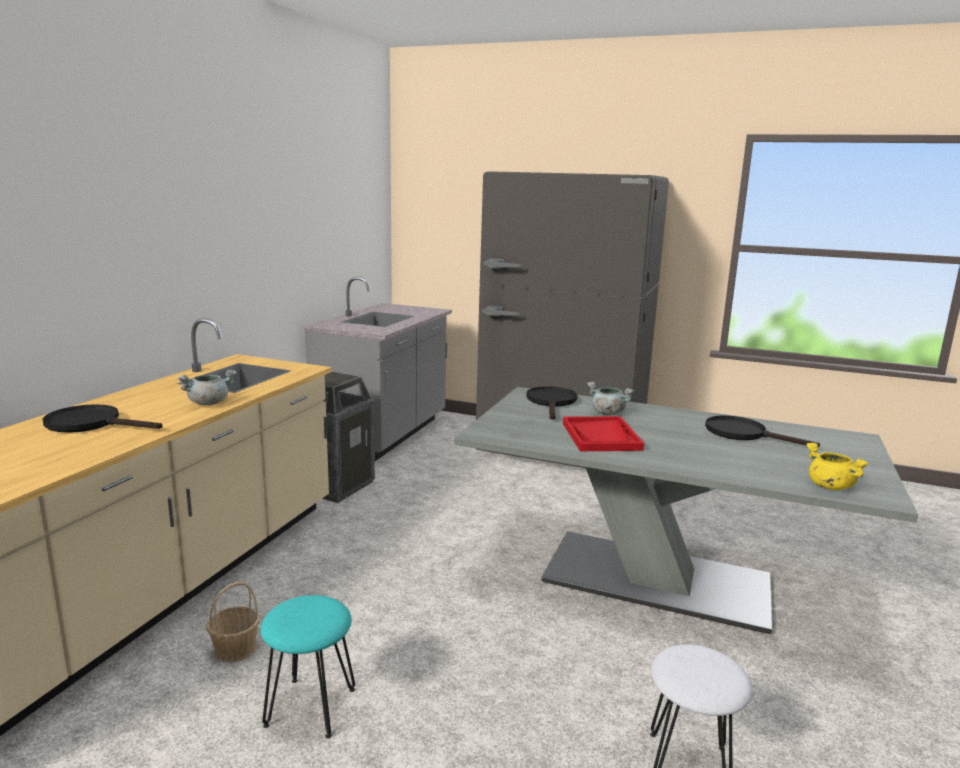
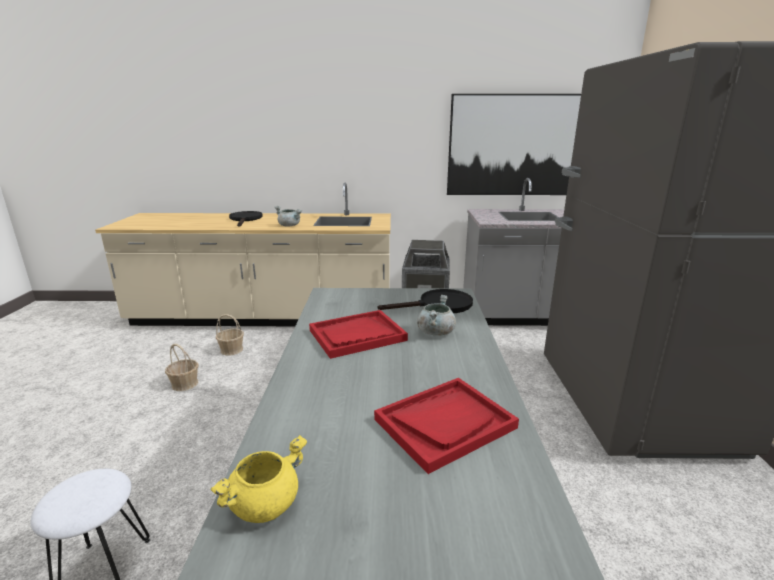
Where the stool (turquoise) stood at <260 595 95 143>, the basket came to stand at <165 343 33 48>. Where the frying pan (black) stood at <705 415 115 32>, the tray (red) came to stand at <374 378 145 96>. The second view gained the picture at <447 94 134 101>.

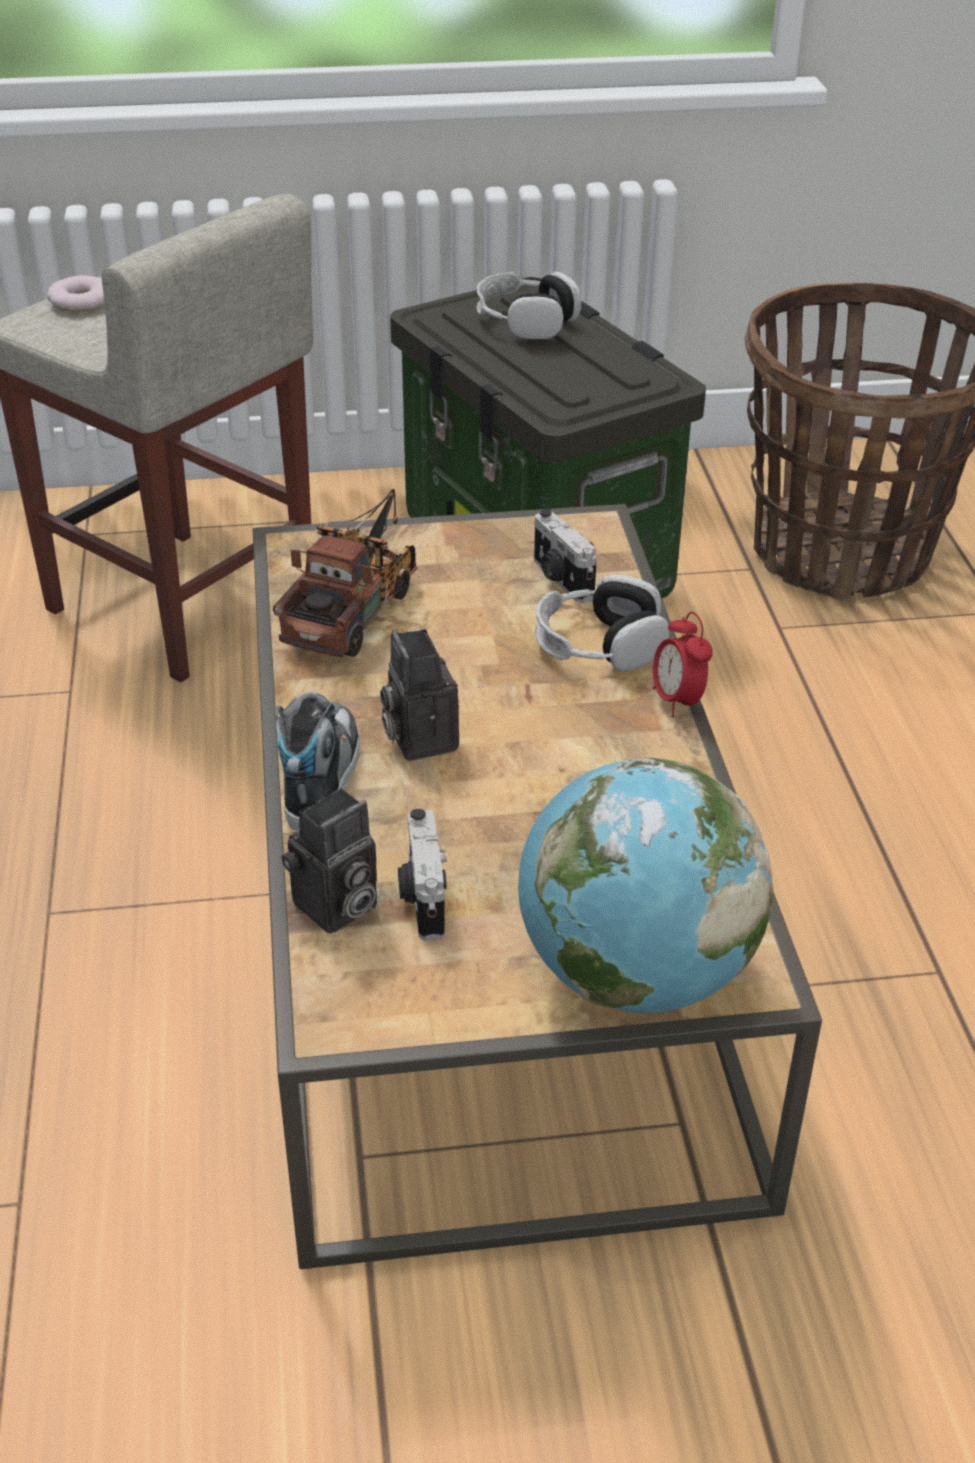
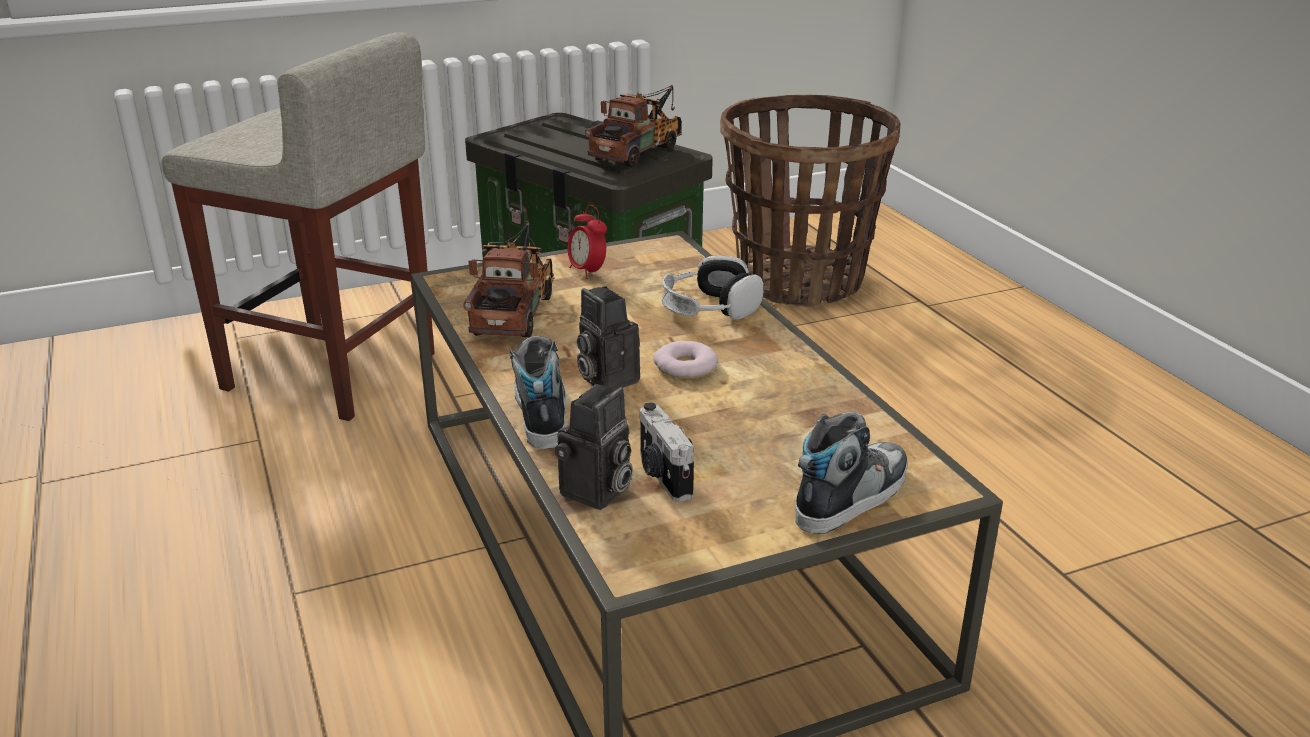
The alarm clock ended up elsewhere, having gone from <653 612 60 105> to <567 205 40 74>. The second view gained the toy truck at <585 85 97 82>. The donut ended up elsewhere, having gone from <47 275 57 37> to <653 341 65 38>. Where the globe stood at <518 758 256 255>, the shoe came to stand at <795 412 113 122>. The second view lost the headphones at <476 272 105 67>. The second view lost the photo camera at <534 509 63 94>.

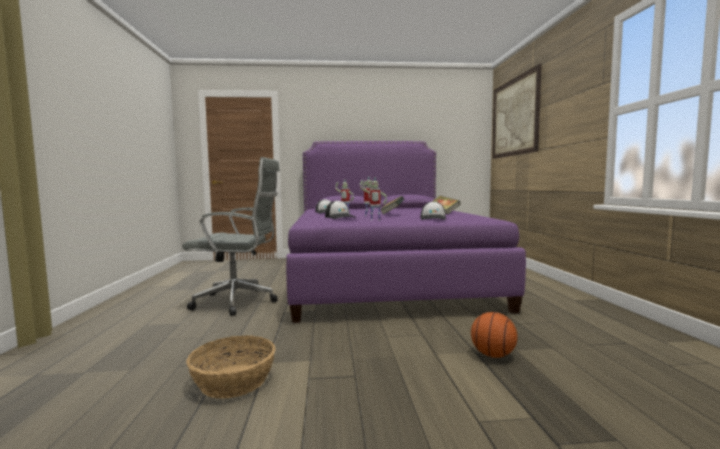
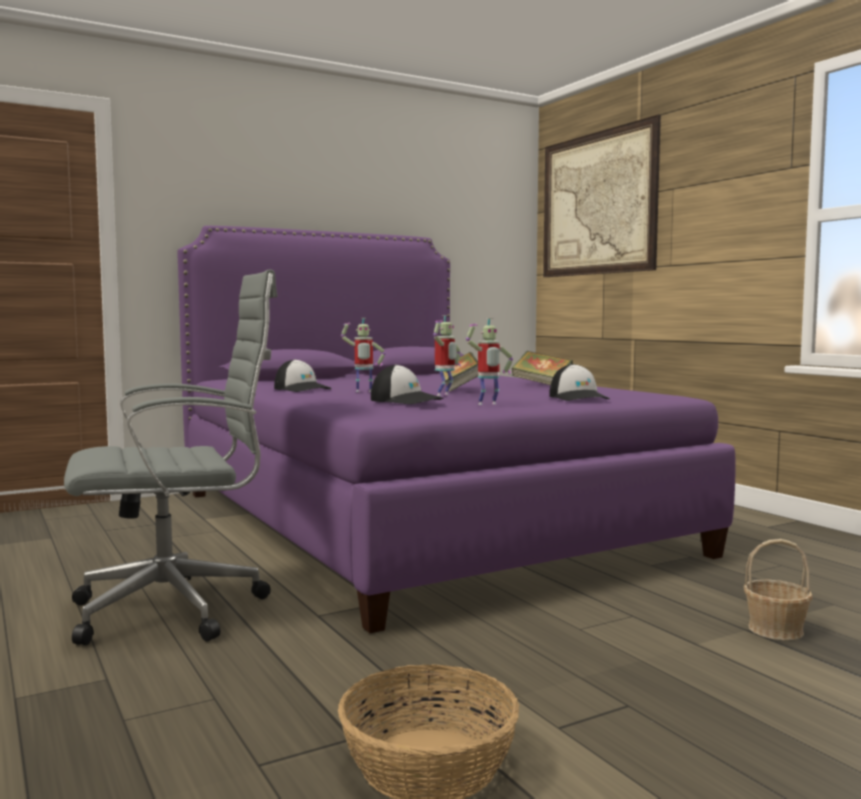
Where the basketball stood at <471 312 47 46>, the basket came to stand at <744 539 69 101>.

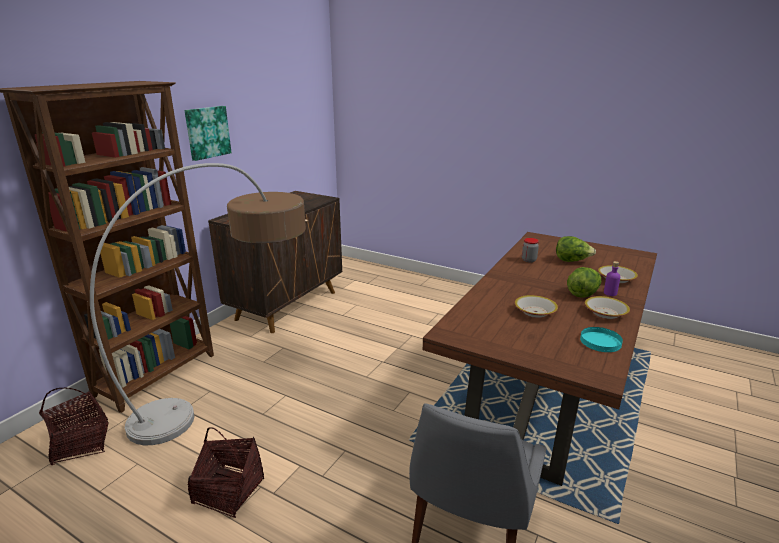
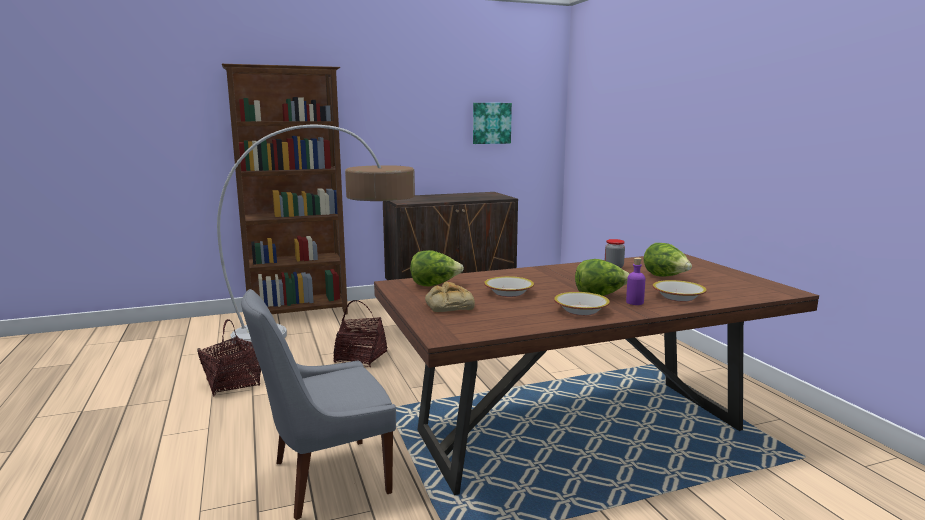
The basket ended up elsewhere, having gone from <39 388 69 77> to <333 300 54 67>. The second view gained the lettuce at <410 250 54 36>. The second view gained the bread at <425 282 50 30>. The picture ended up elsewhere, having gone from <184 106 48 55> to <473 103 39 41>. The second view lost the plate (turquoise) at <580 327 43 25>.

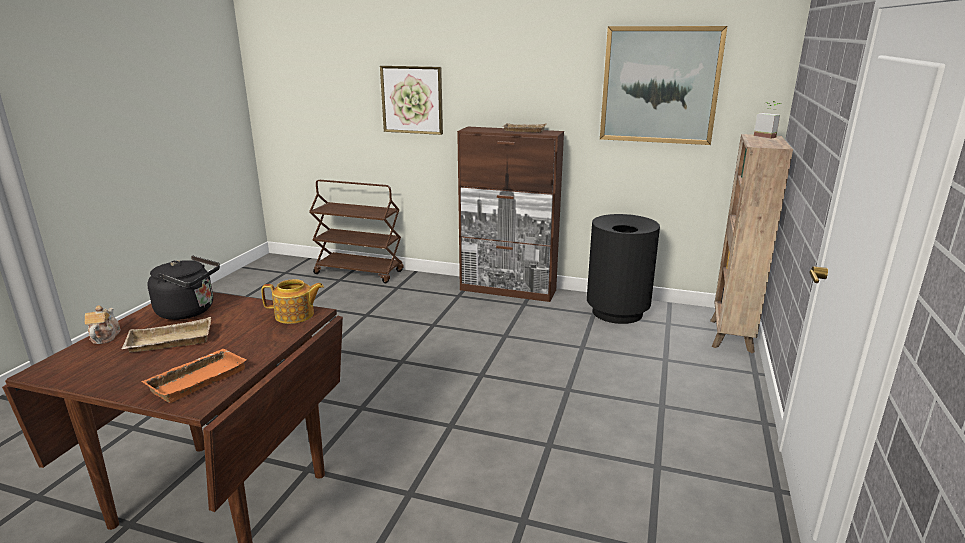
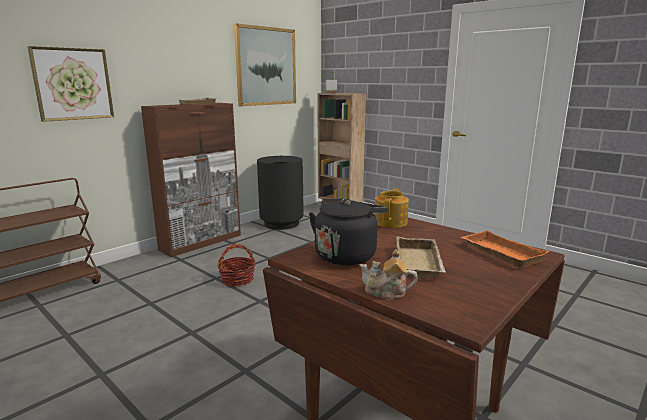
The second view gained the basket at <217 244 38 43>.

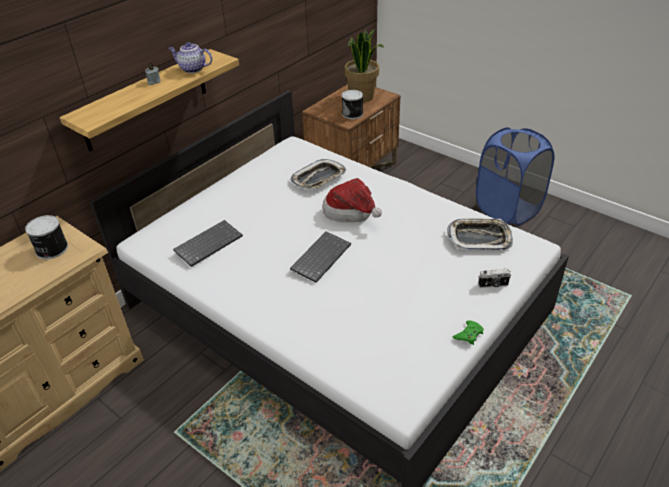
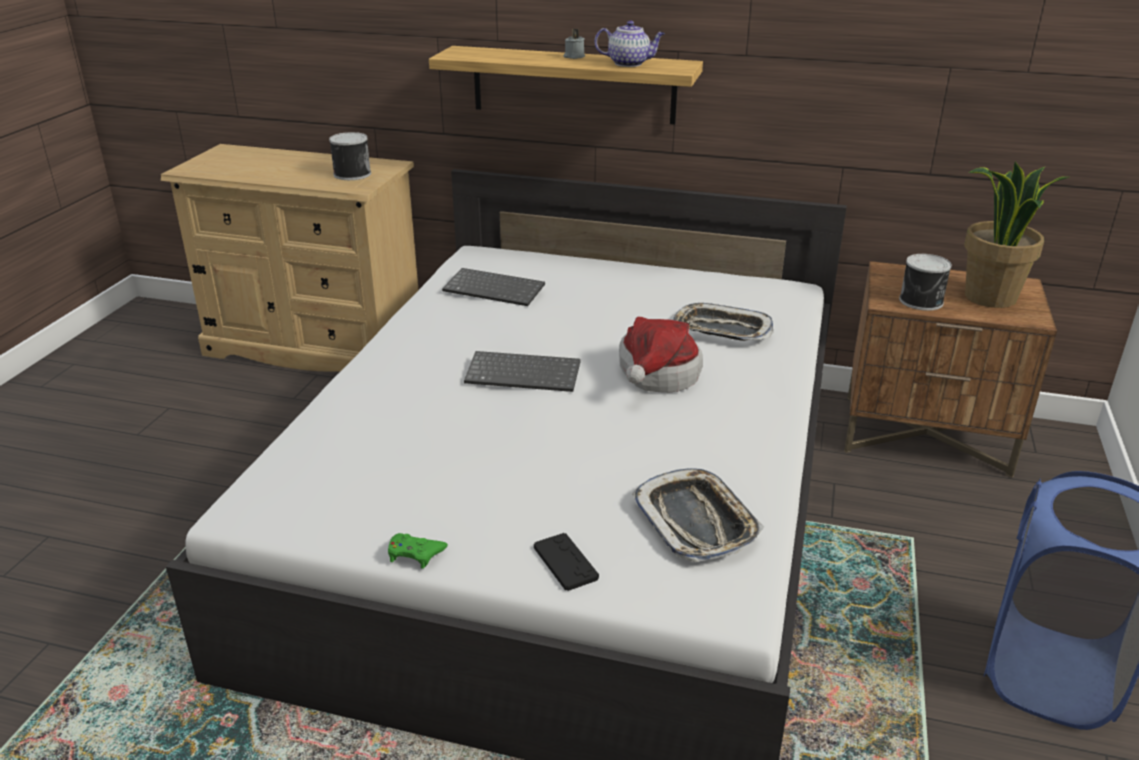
Where the photo camera stood at <478 268 33 20>, the game controller (black) came to stand at <534 533 65 58>. The teapot at <168 42 44 31> ended up facing another way, 105 degrees clockwise from before.

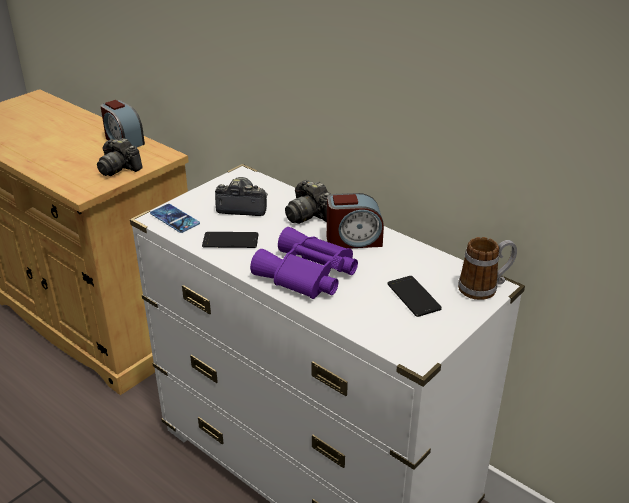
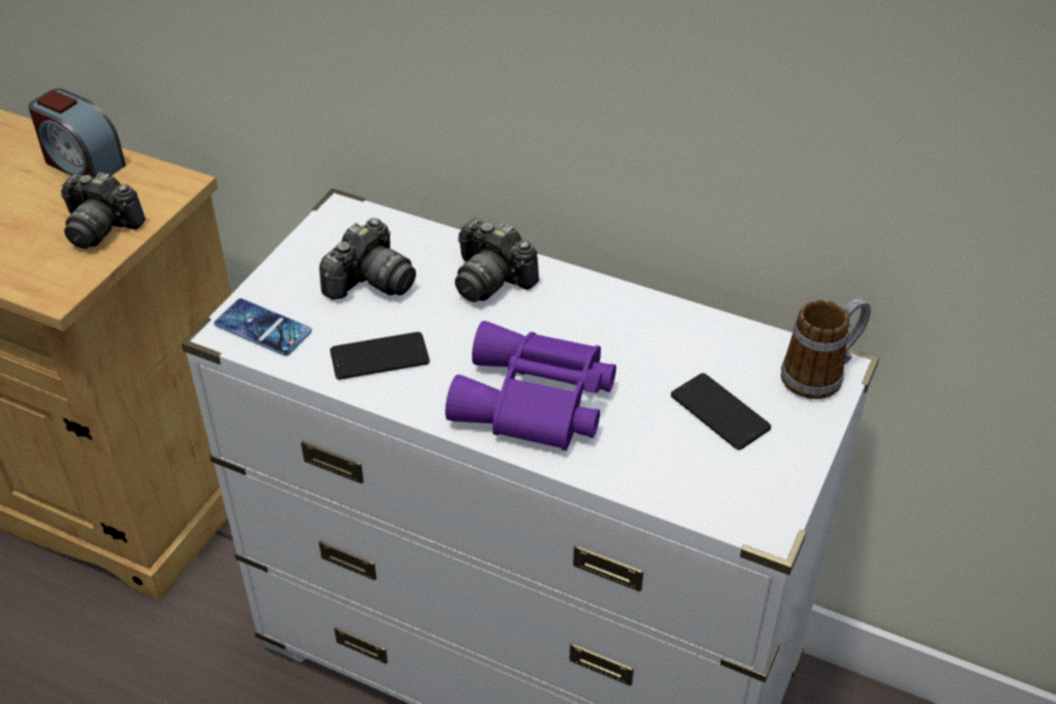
The photo camera at <215 177 53 39> ended up facing another way, 135 degrees clockwise from before. The second view lost the alarm clock at <327 193 57 55>.

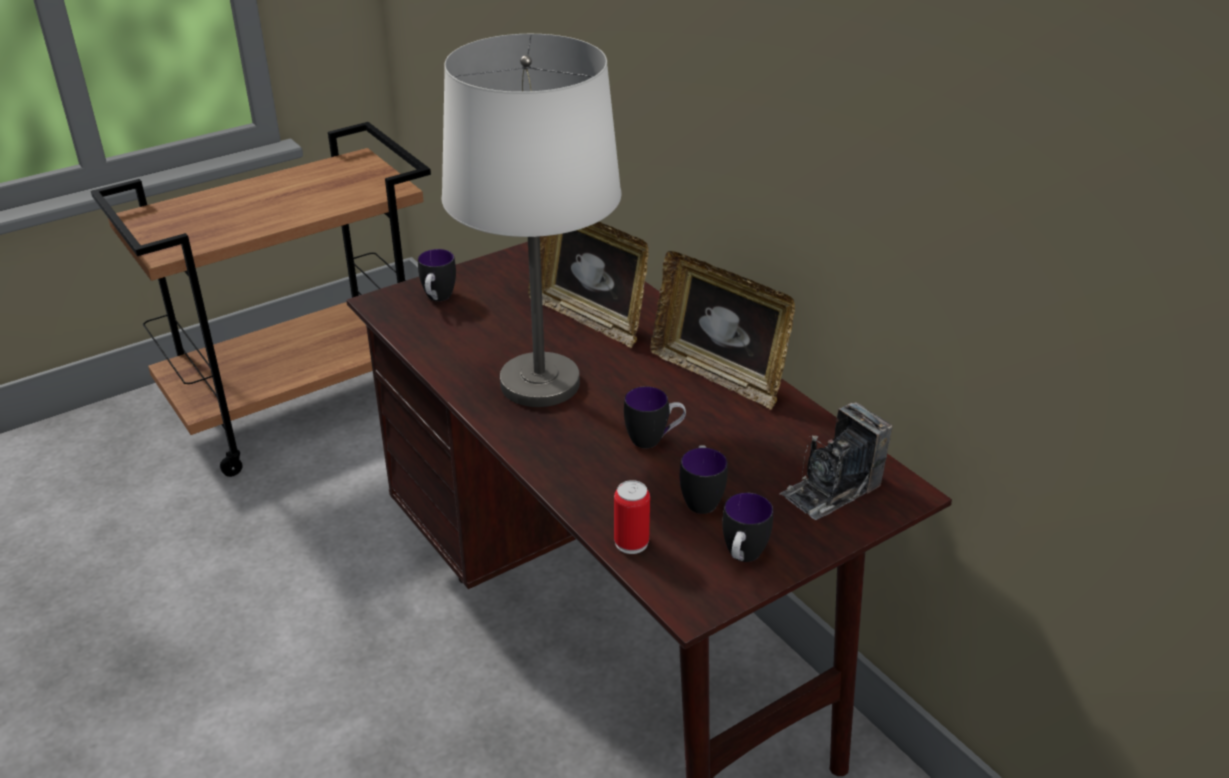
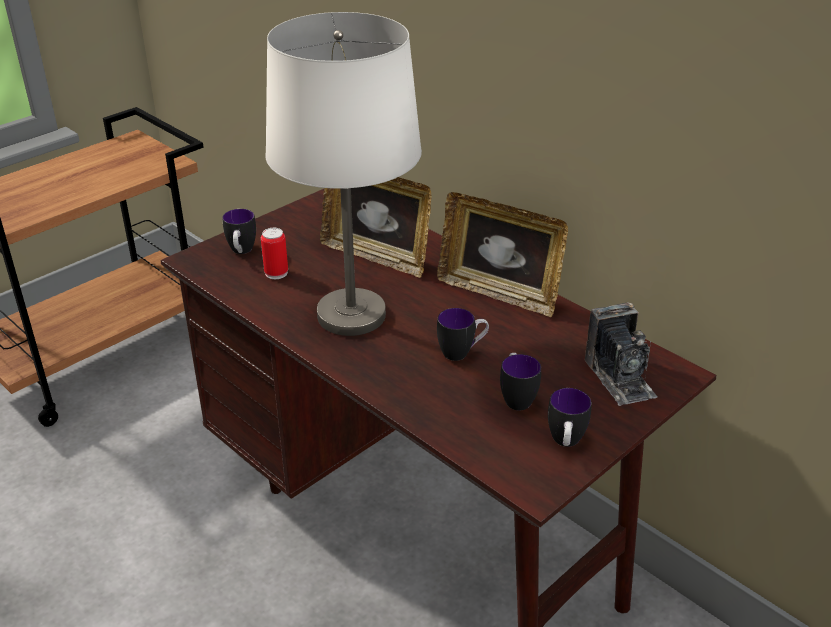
The can ended up elsewhere, having gone from <614 480 36 74> to <261 228 27 51>. The photo camera at <780 402 112 118> ended up facing another way, 60 degrees counterclockwise from before.

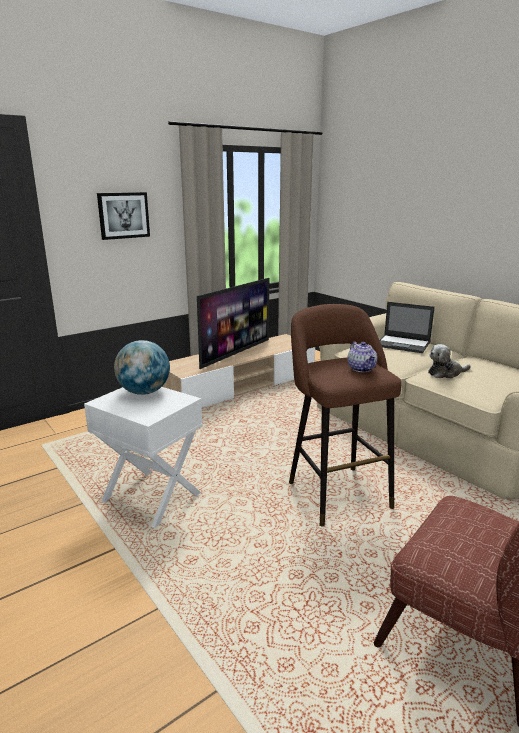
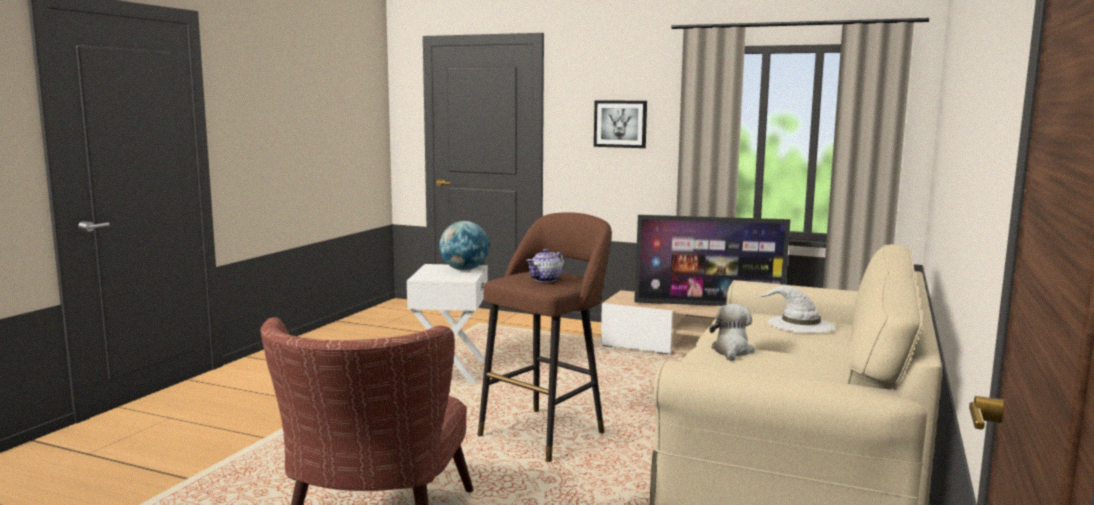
The plush toy at <428 344 43 35> ended up facing another way, 60 degrees clockwise from before. Where the laptop stood at <380 302 55 51>, the hat (white) came to stand at <758 286 76 47>.

